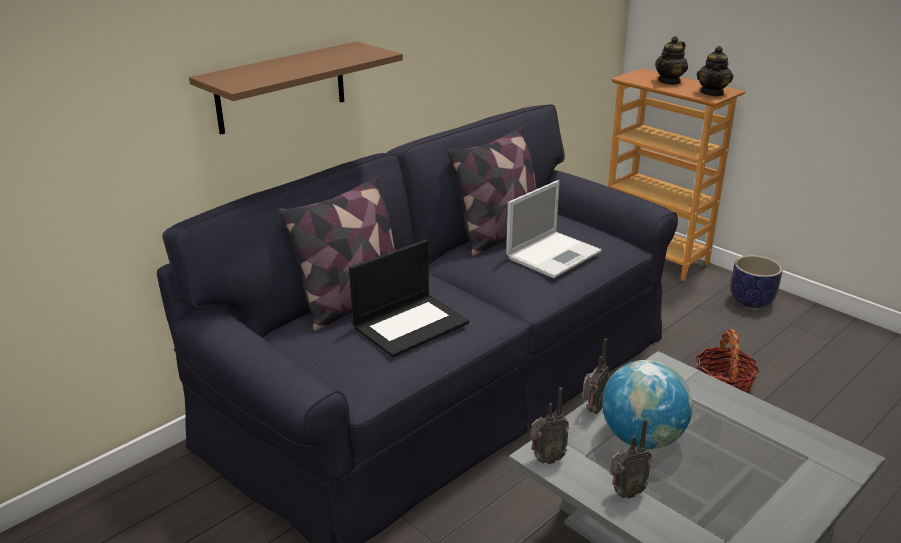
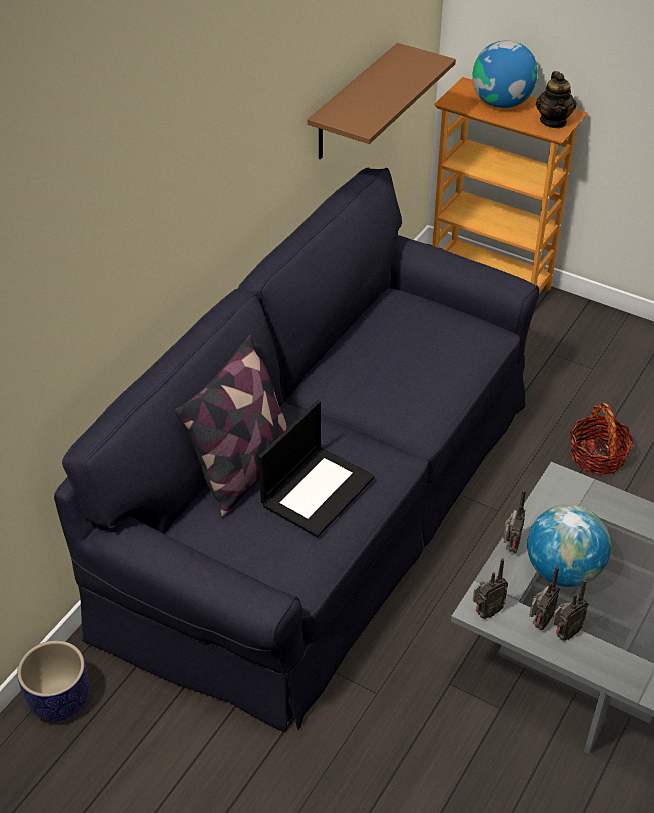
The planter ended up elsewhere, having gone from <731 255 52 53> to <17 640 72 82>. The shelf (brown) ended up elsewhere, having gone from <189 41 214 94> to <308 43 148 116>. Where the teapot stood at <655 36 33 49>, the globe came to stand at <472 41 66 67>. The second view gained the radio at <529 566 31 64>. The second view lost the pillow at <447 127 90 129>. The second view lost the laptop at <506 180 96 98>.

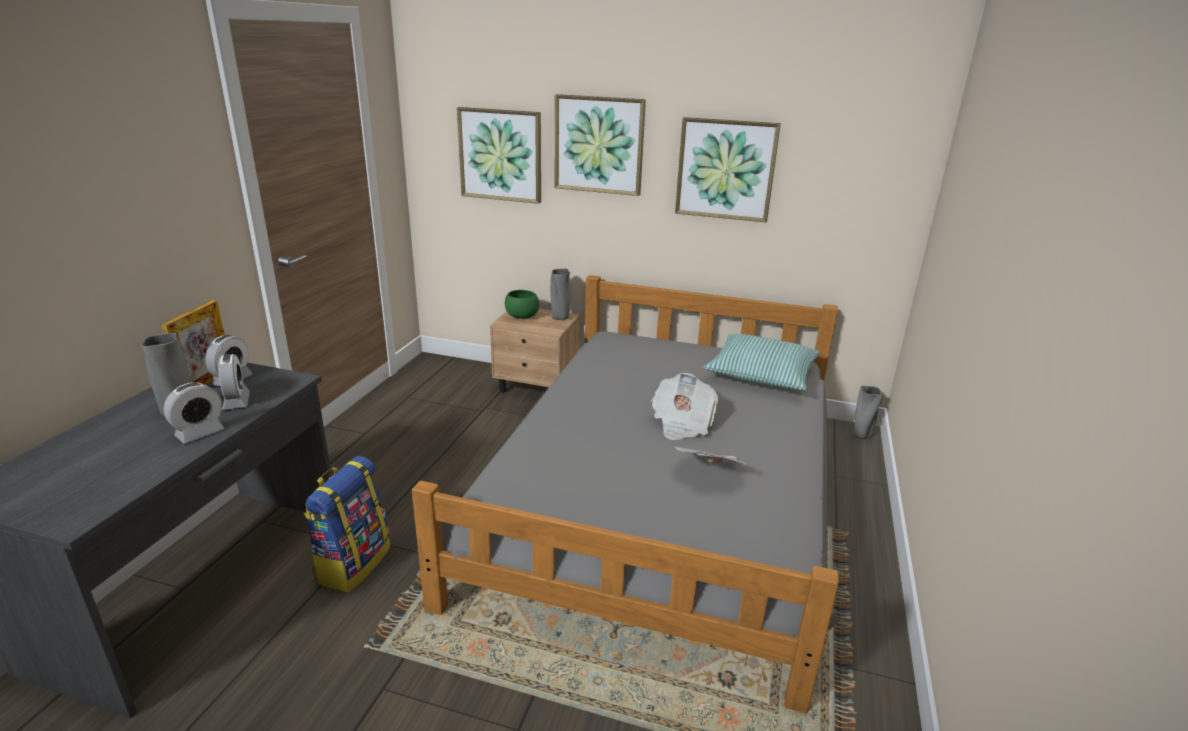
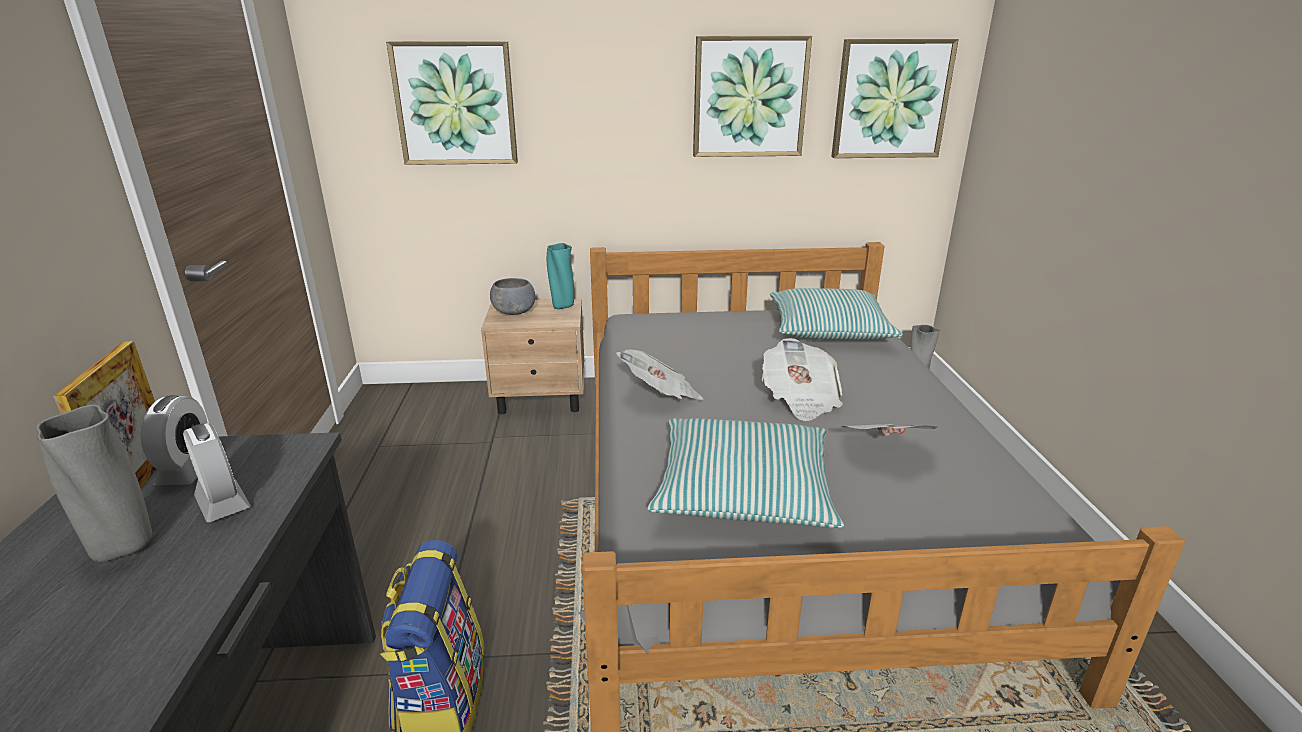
What was the bowl (green) at <505 290 34 29> turned into the bowl (grey) at <490 278 45 37>. What was the vase (grey) at <550 268 21 52> turned into the vase (turquoise) at <547 243 27 66>. The second view gained the newspaper at <616 349 88 51>. The second view gained the pillow at <647 418 197 110>. The picture ended up elsewhere, having gone from <555 94 91 102> to <831 39 128 119>. The second view lost the alarm clock at <163 382 61 61>.

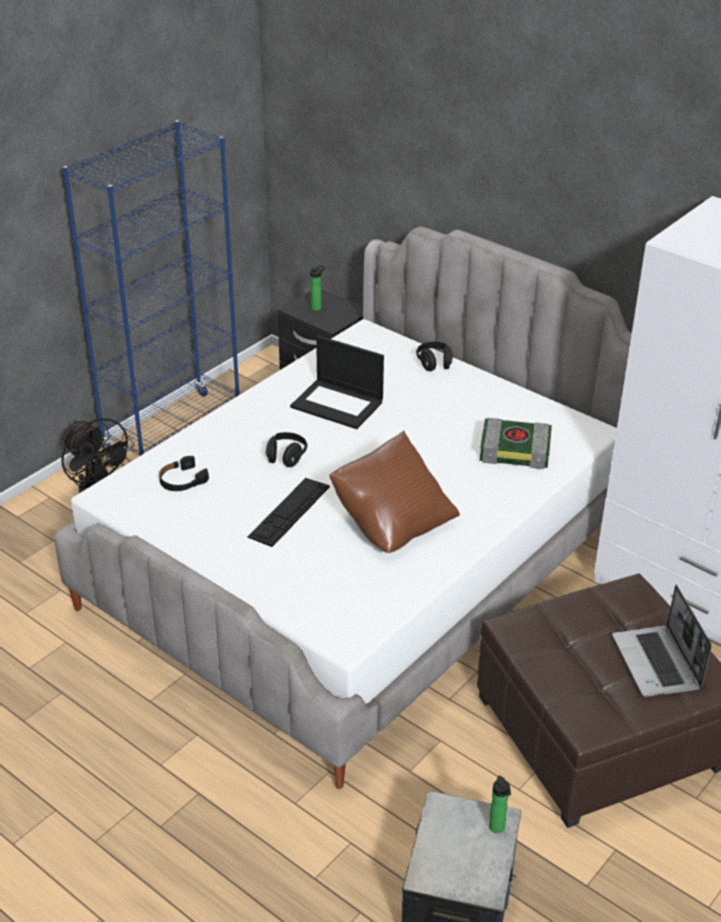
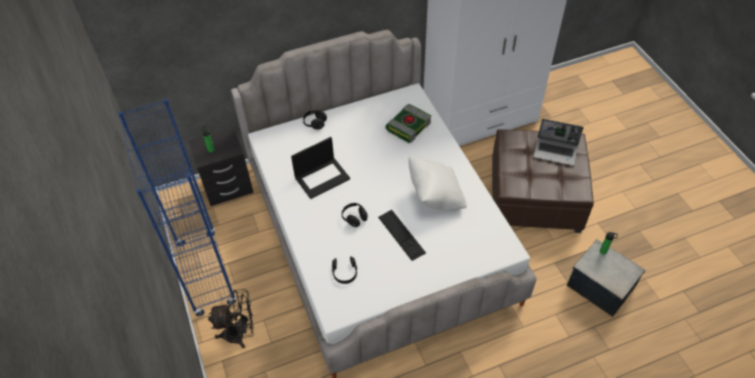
What was the pillow (brown) at <329 431 131 122> turned into the pillow (white) at <408 157 59 54>.

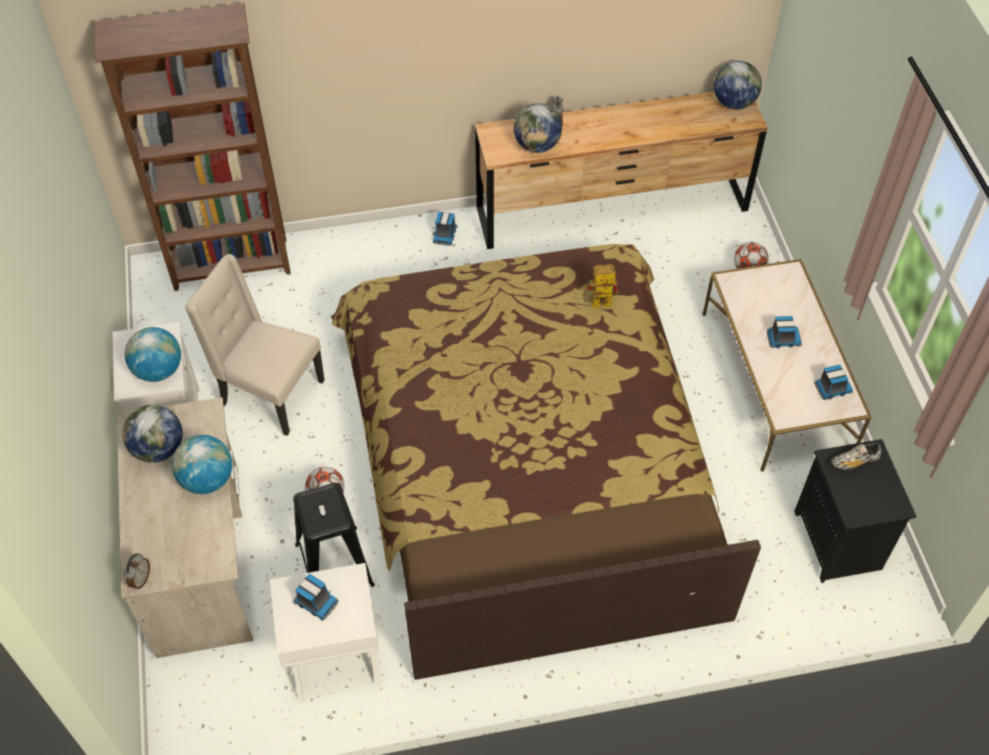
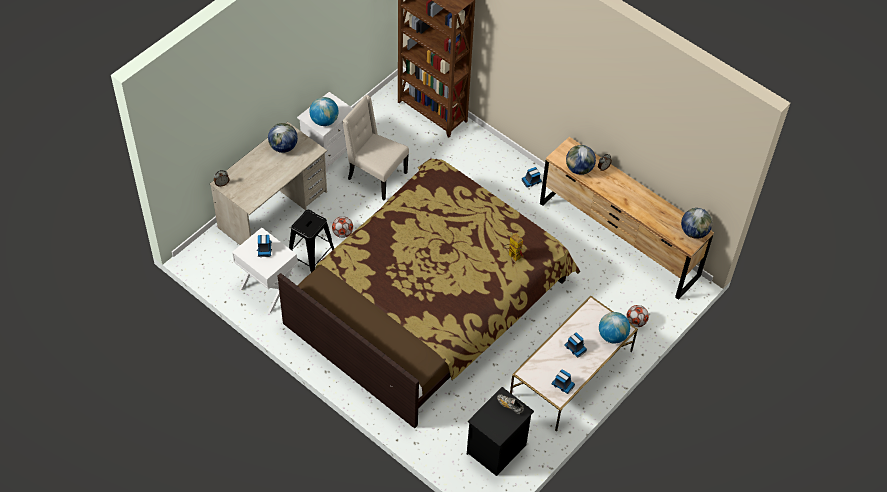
The chair (beige) at <185 254 140 182> ended up facing another way, 45 degrees counterclockwise from before. The globe ended up elsewhere, having gone from <172 435 60 59> to <599 312 31 31>.

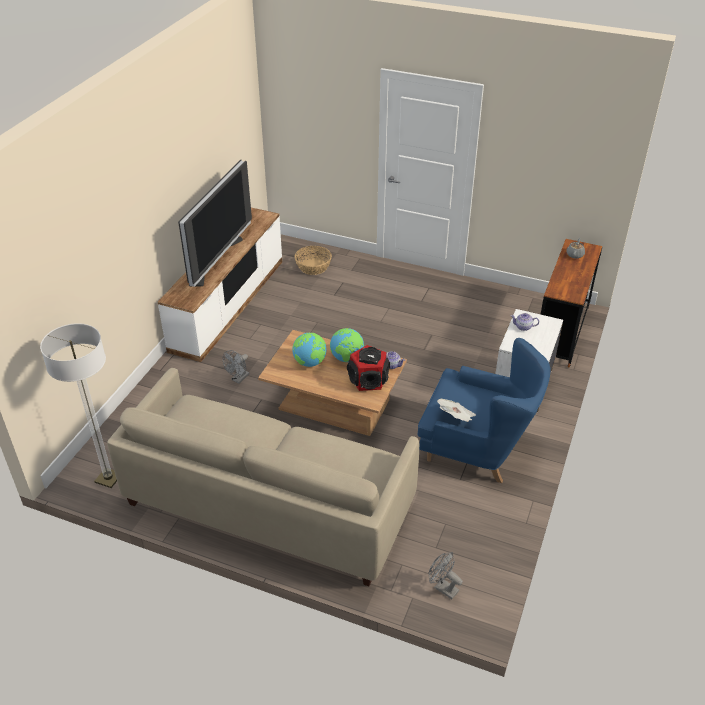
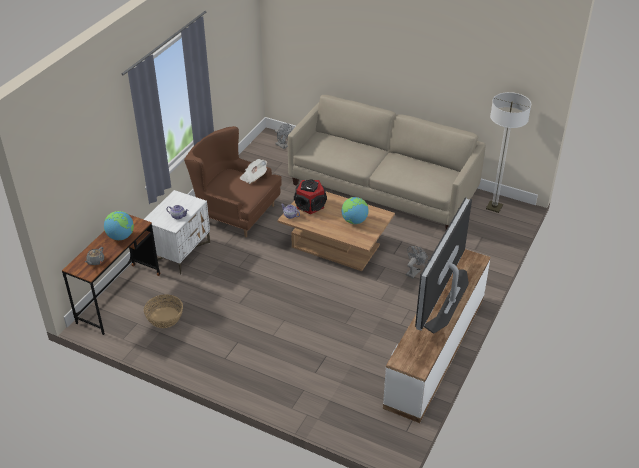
The globe ended up elsewhere, having gone from <330 328 34 34> to <104 211 30 29>. The basket ended up elsewhere, having gone from <295 246 37 29> to <144 294 39 34>. What was the armchair (blue) at <417 338 133 145> turned into the armchair (brown) at <184 126 98 111>.

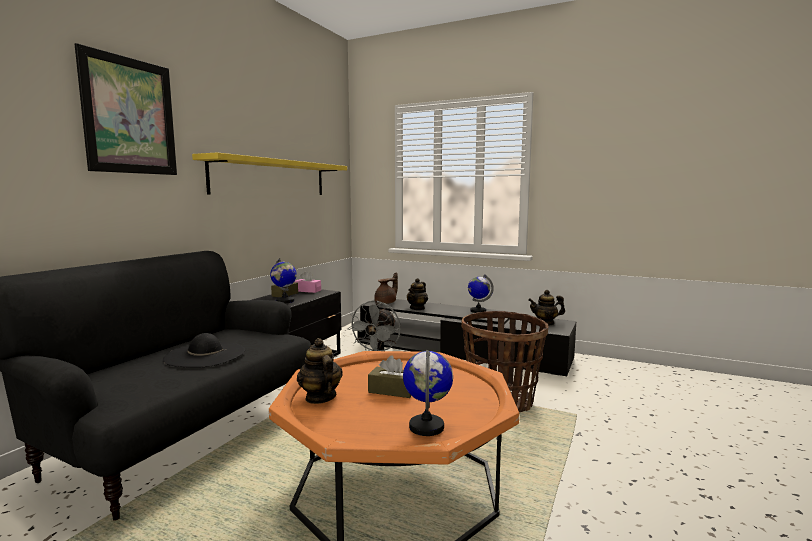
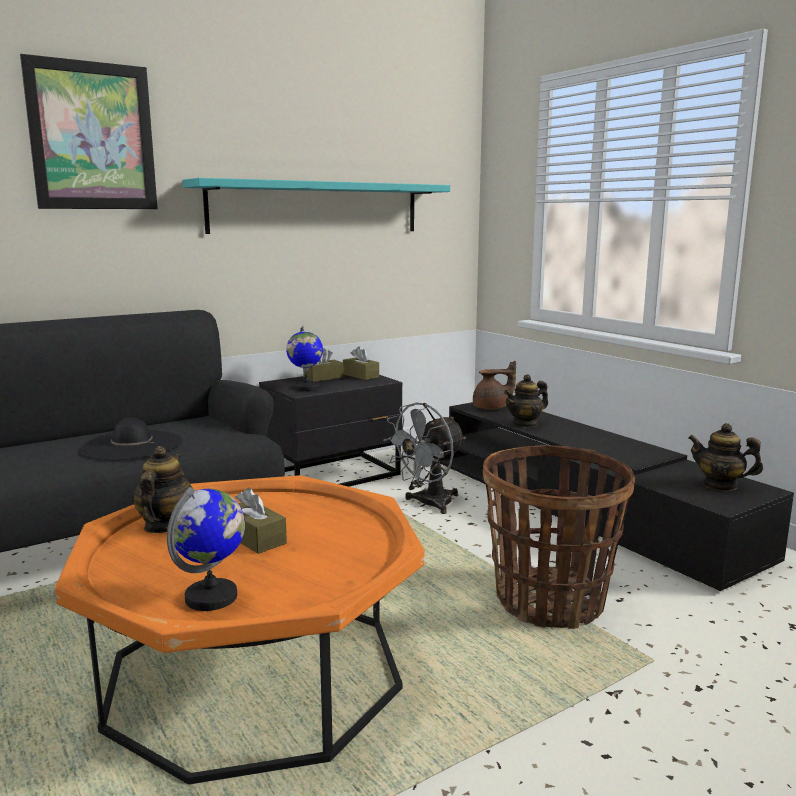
What was the shelf (yellow) at <192 152 155 43> turned into the shelf (turquoise) at <183 178 267 56>. What was the tissue box (pink) at <294 271 27 22> turned into the tissue box (brown) at <343 346 36 34>. The second view lost the globe at <468 274 26 39>.

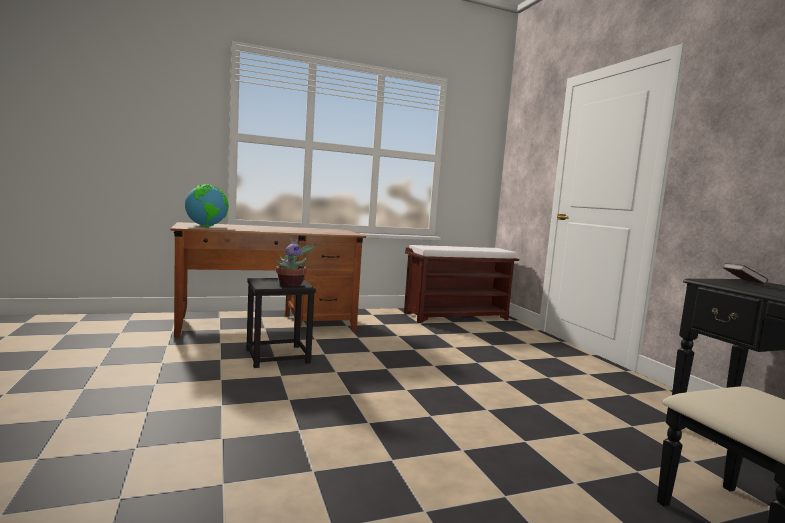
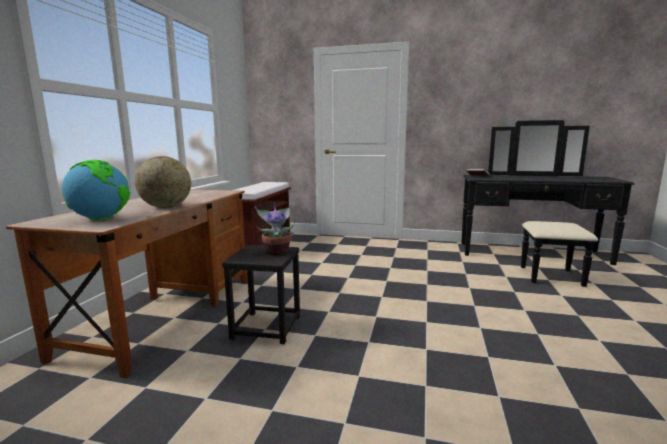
The second view gained the globe at <135 156 56 52>.

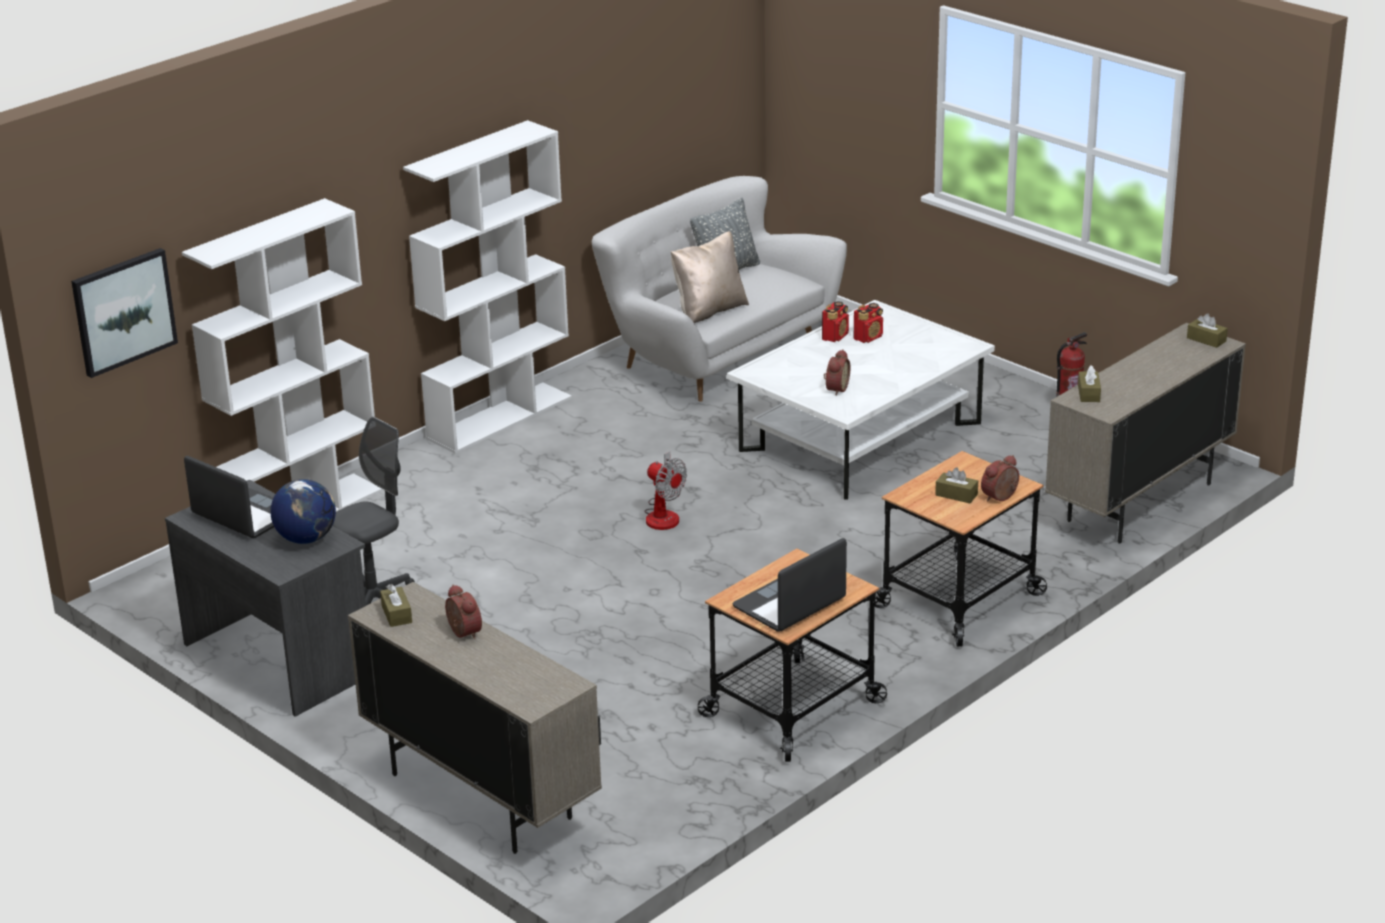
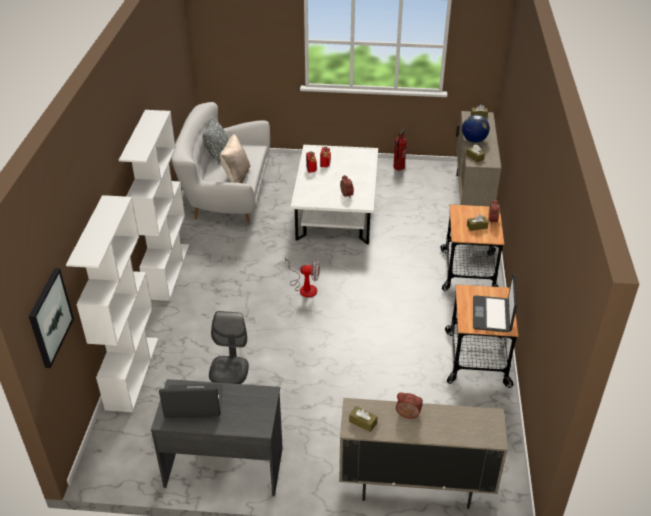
The globe ended up elsewhere, having gone from <270 479 66 65> to <462 115 28 28>.

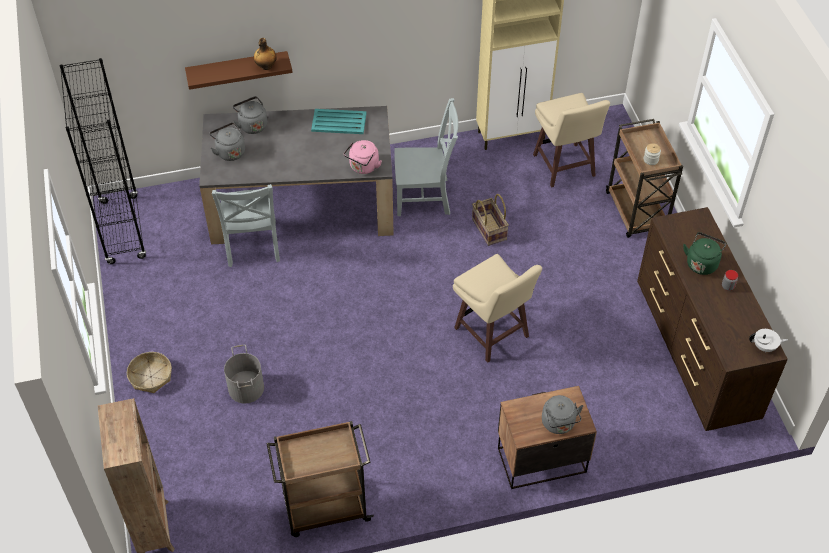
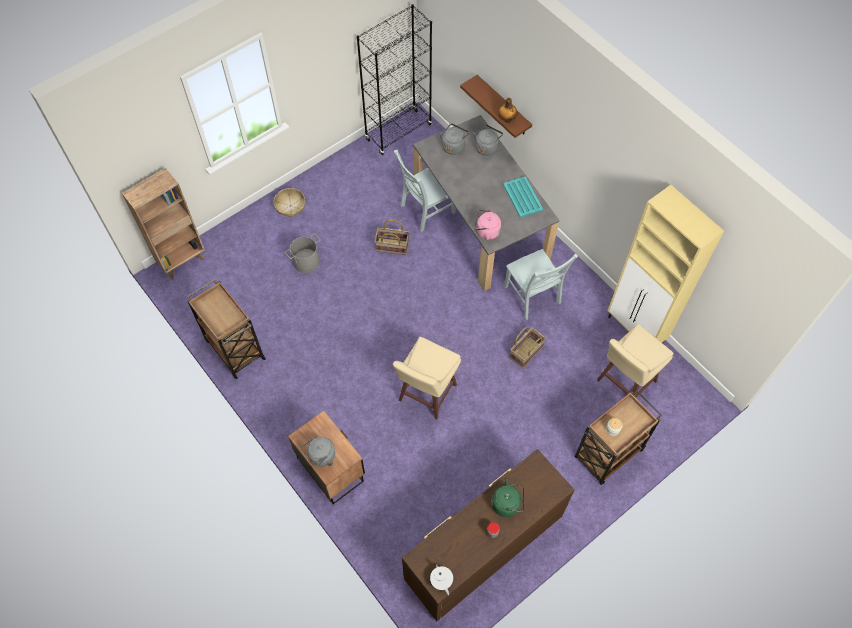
The second view gained the basket at <375 219 34 36>.

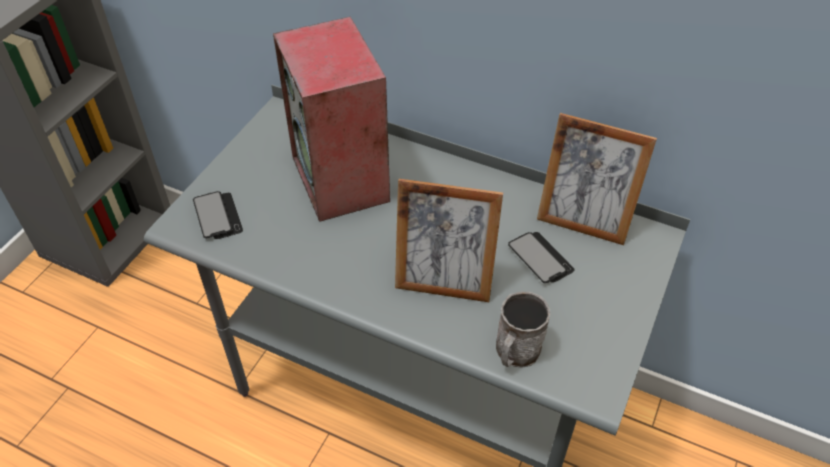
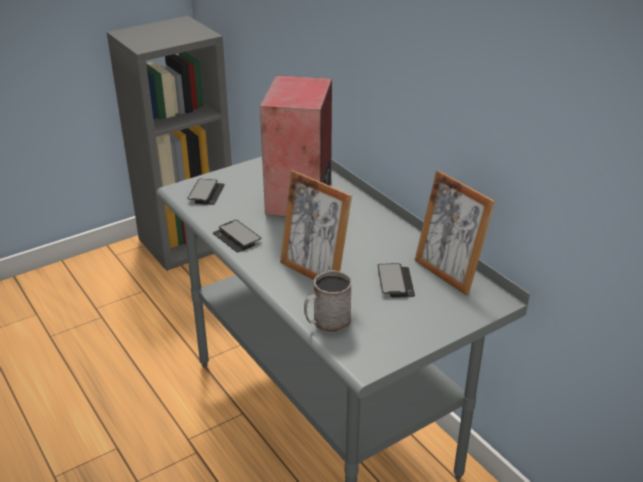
The second view gained the phone at <213 220 48 32>.

